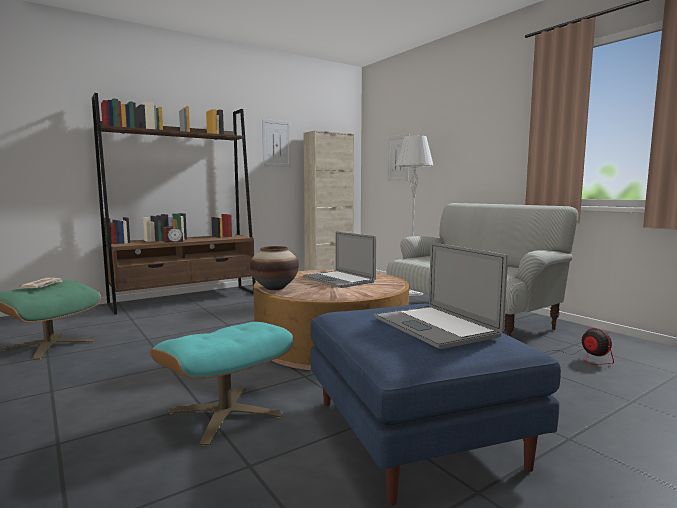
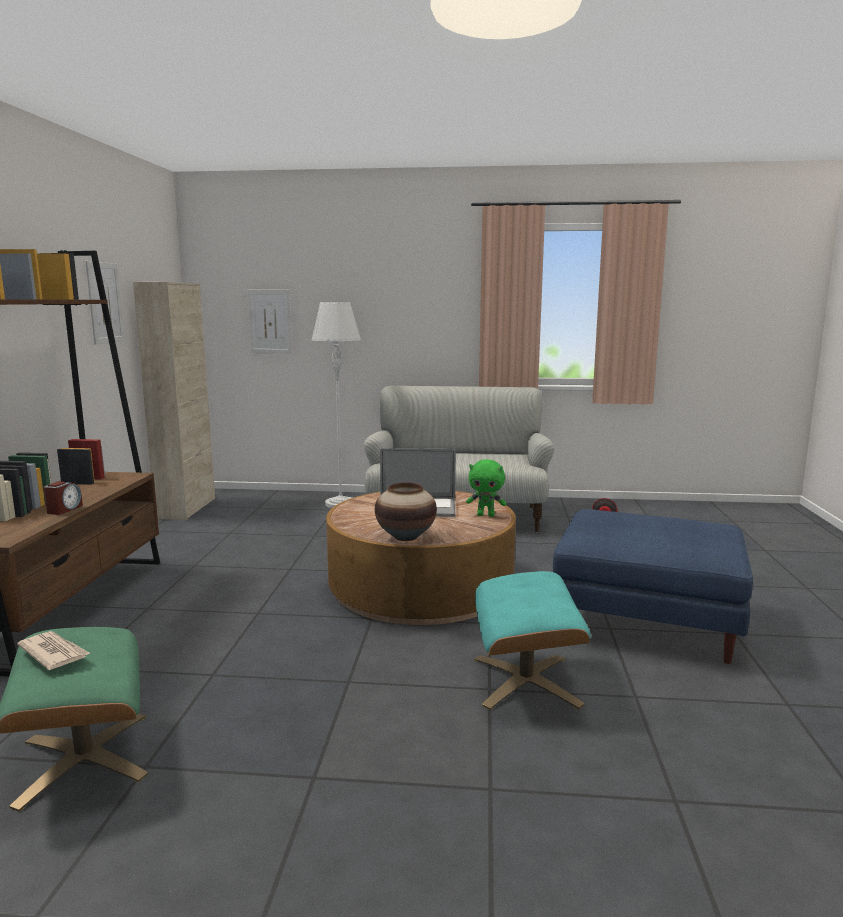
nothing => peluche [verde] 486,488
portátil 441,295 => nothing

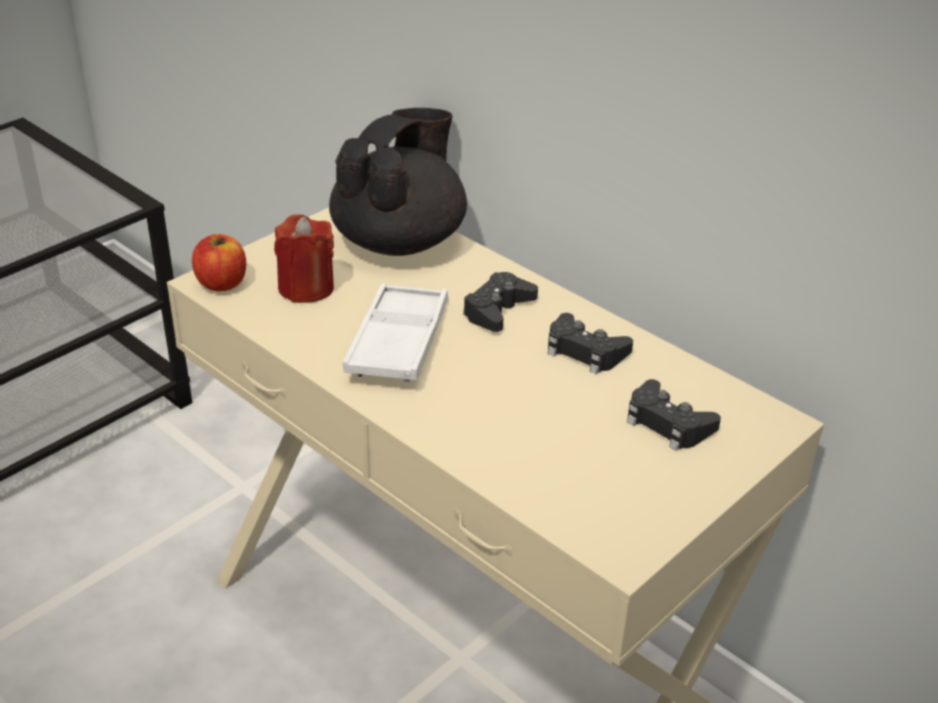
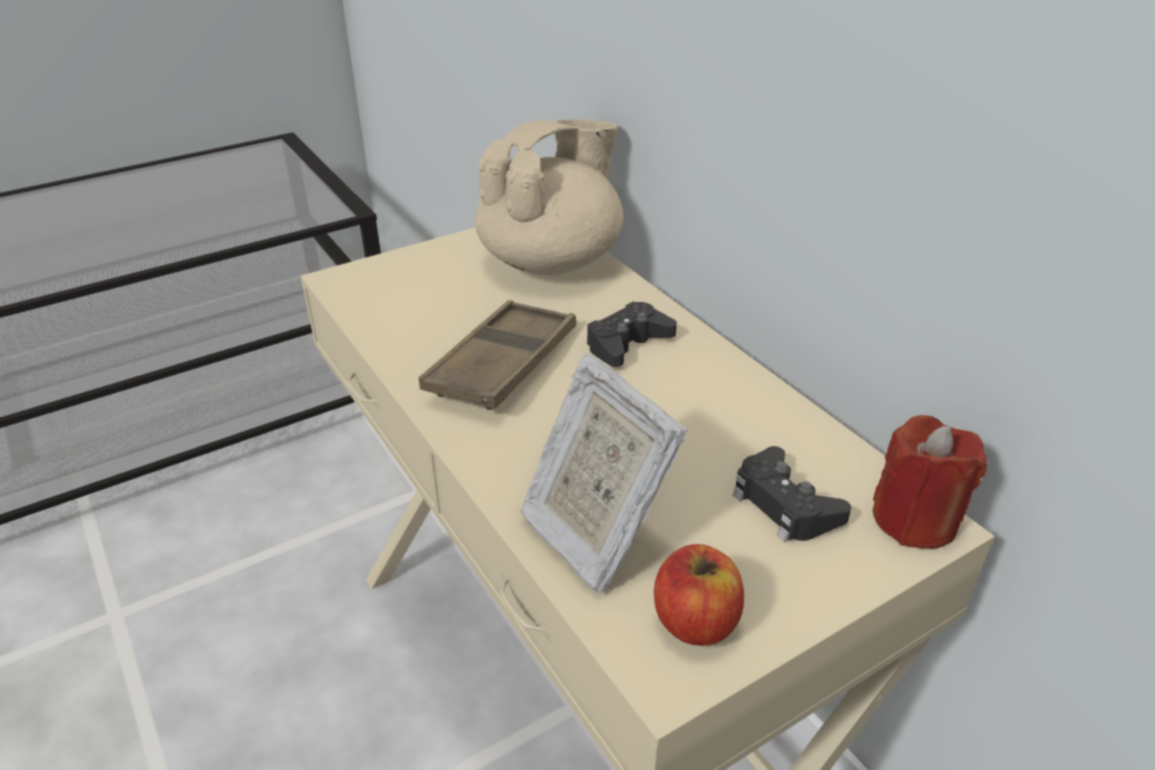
bandeja [blanco] 395,333 => bandeja [marrón] 497,355
tetera [negro] 398,182 => tetera [beis] 549,197
nothing => portarretratos 603,473
manzana 219,263 => manzana 699,595, relocated
vela [rojo] 304,258 => vela [rojo] 930,482, relocated
mando de consola [negro] 590,343 => nothing

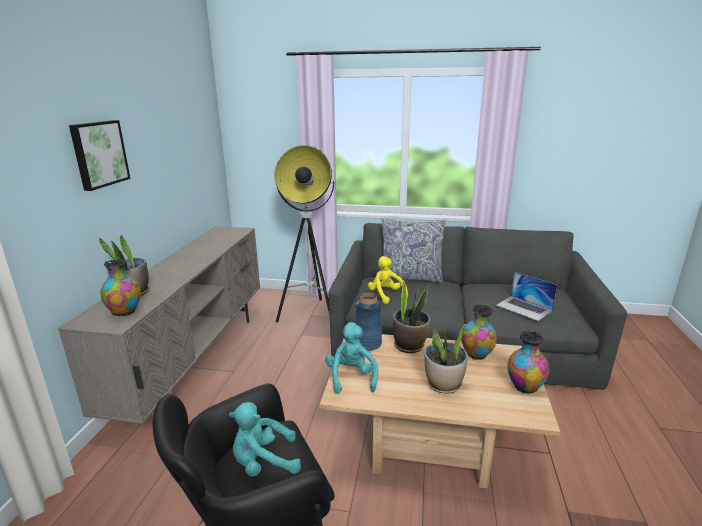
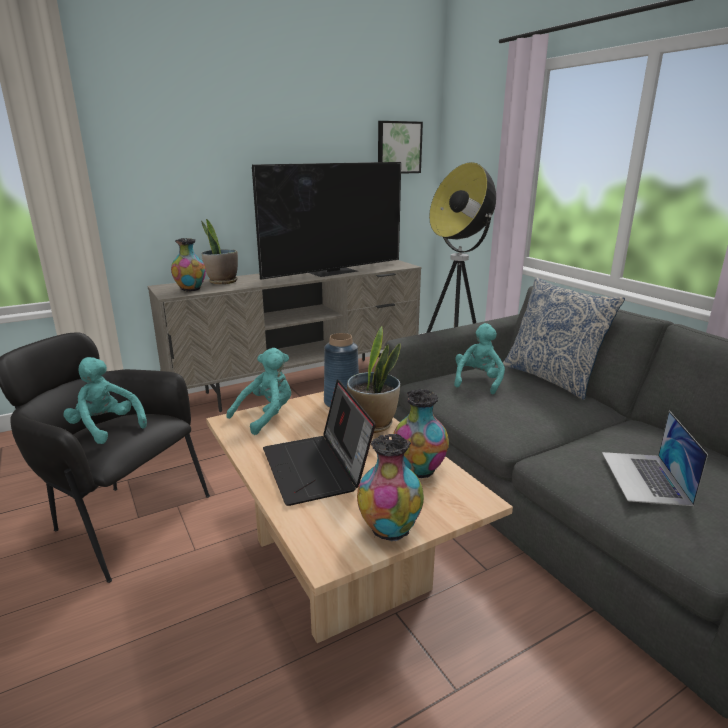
nothing => televisor 326,221
planta en maceta 445,359 => portátil 319,442
cuadro 99,155 => cuadro 400,147, relocated
peluche [amarillo] 388,280 => peluche [turquesa] 479,358

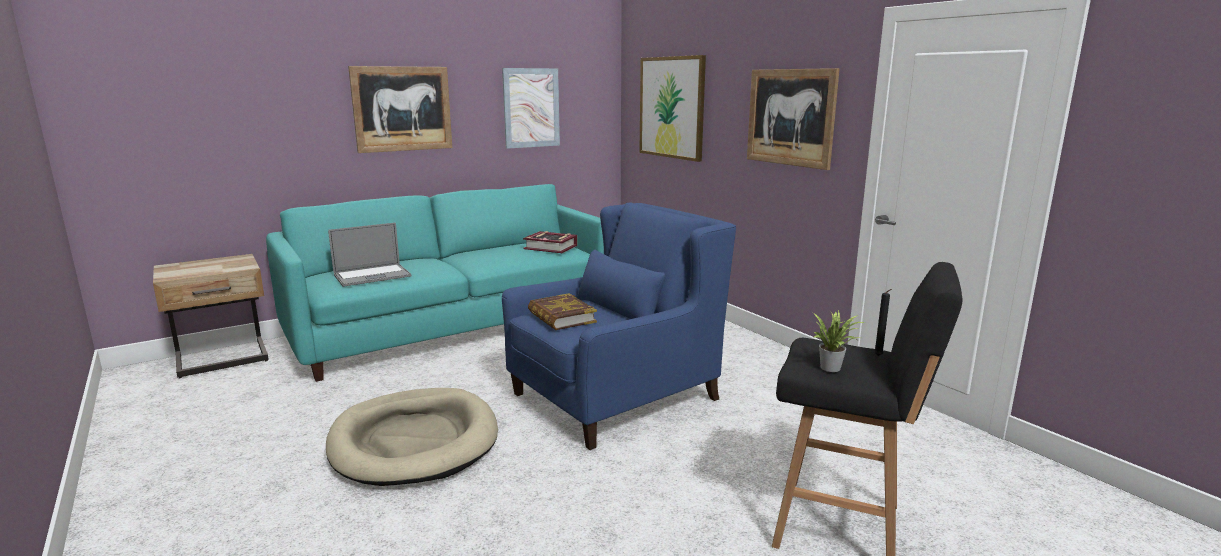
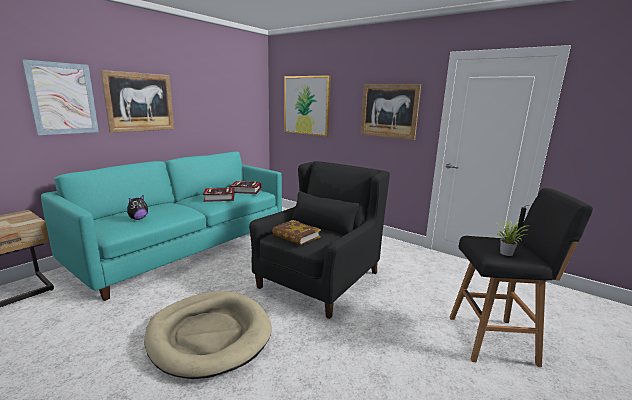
cuadro 531,108 => cuadro 60,97, relocated
portátil 370,255 => peluche 137,207
nothing => libro 219,194
sillón [azul] 619,326 => sillón [negro] 319,240

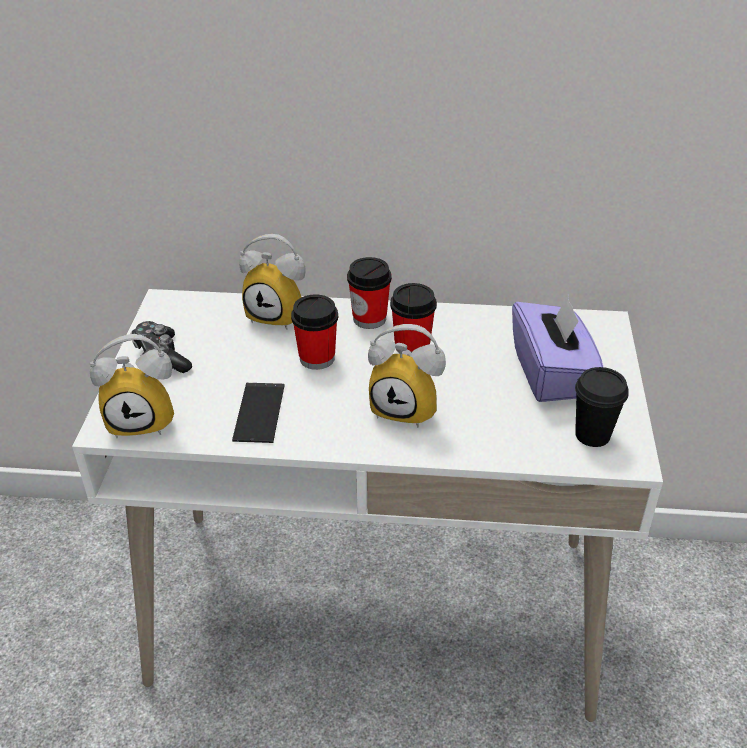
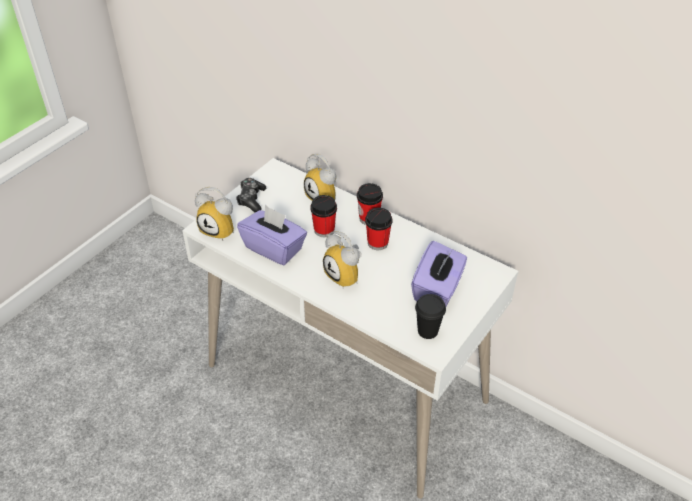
móvil 258,413 => caja de pañuelos [morado] 272,235

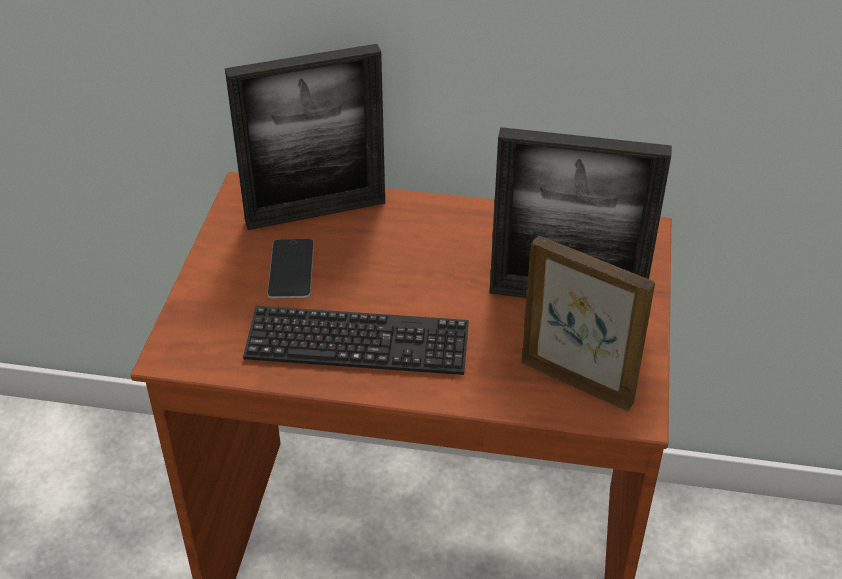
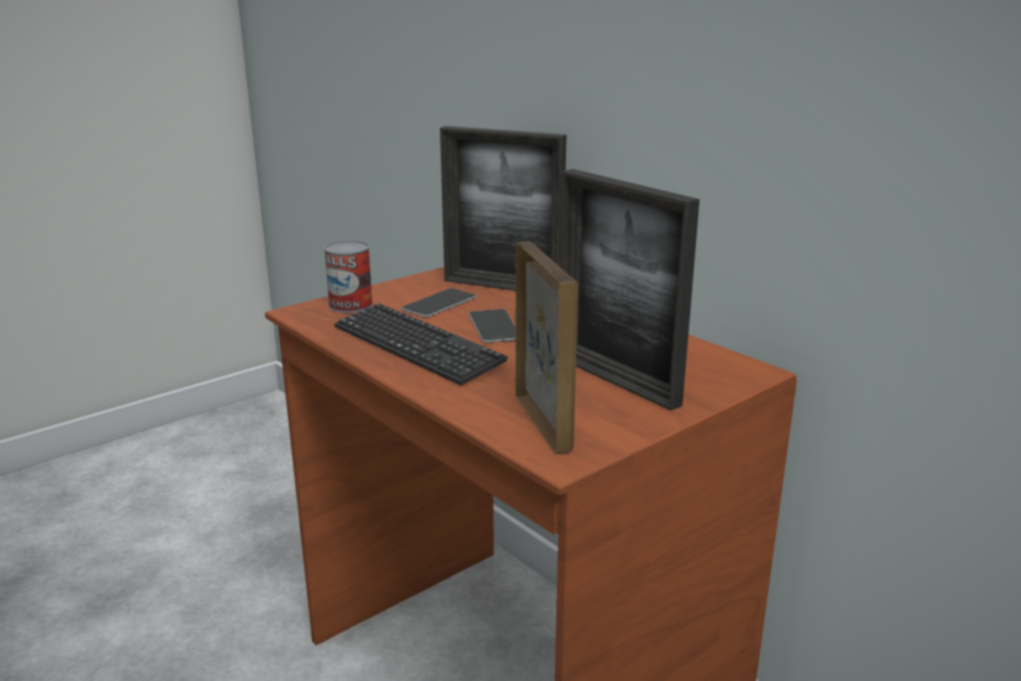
nothing => lata 348,276
nothing => móvil 492,326

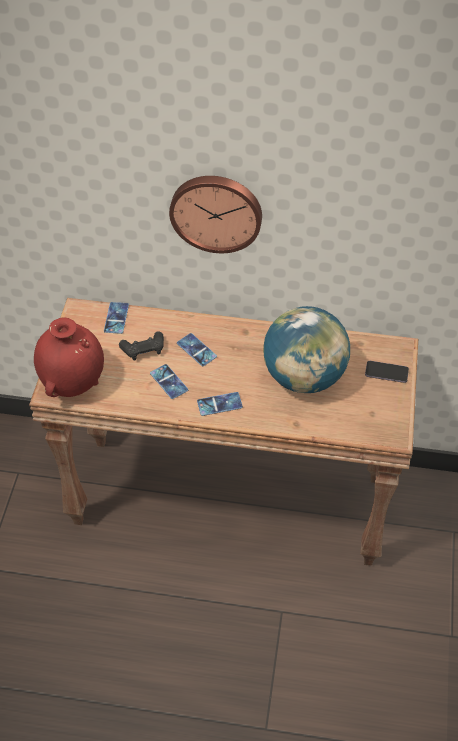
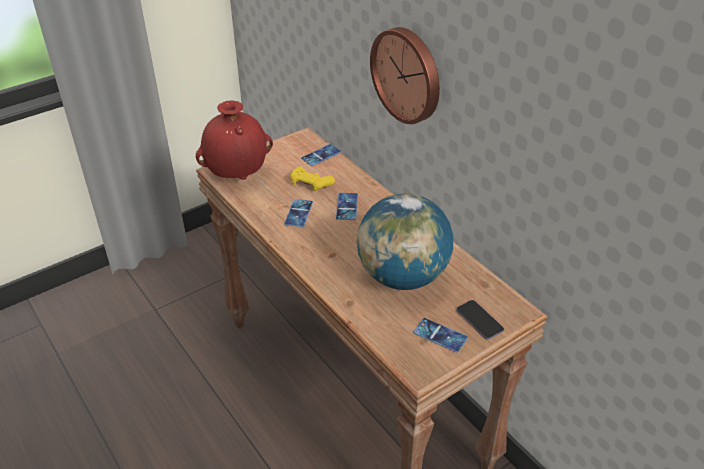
mando de consola [negro] 141,346 => mando de consola [amarillo] 312,179
móvil 220,404 => móvil 440,335, relocated

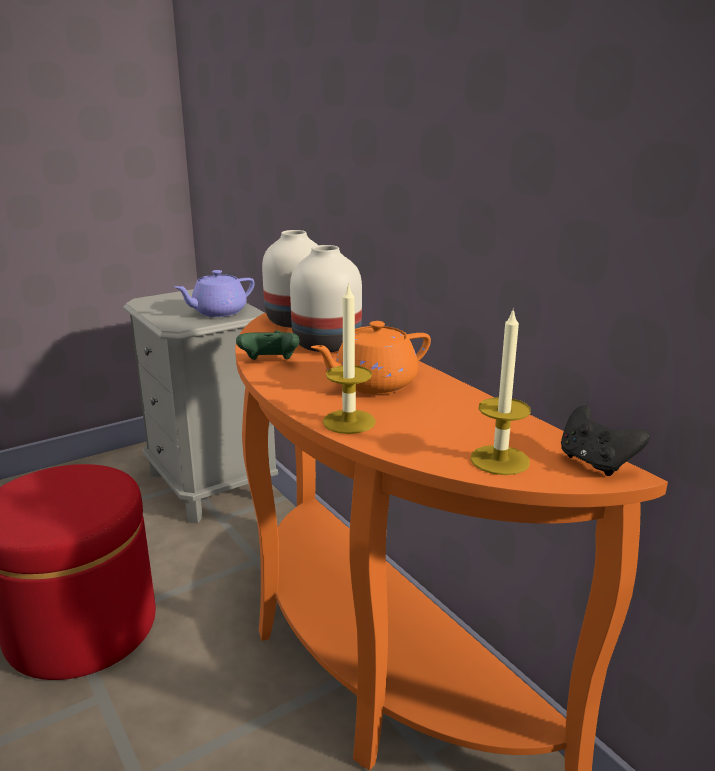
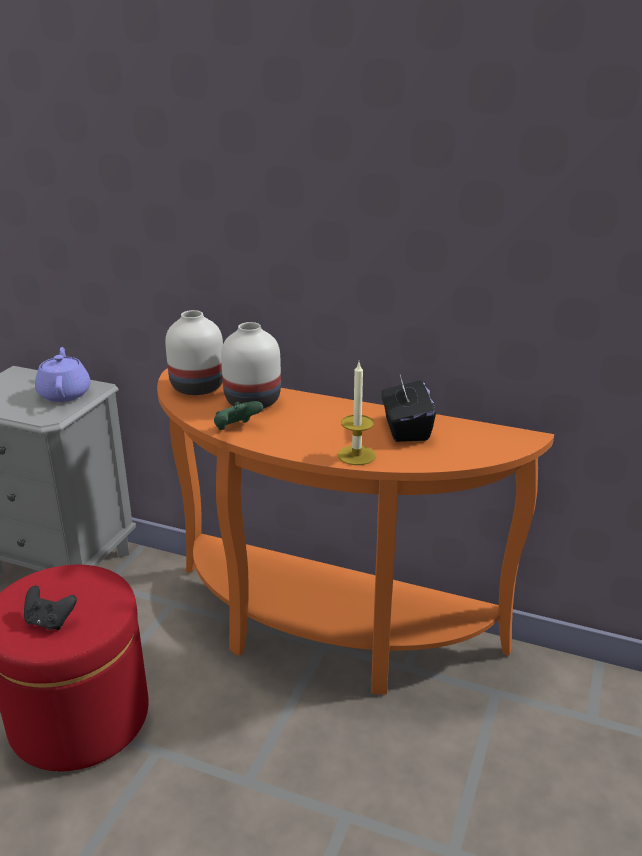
mando de consola [negro] 605,441 => mando de consola [negro] 50,608, relocated
tetera [morado] 214,293 => tetera [morado] 63,374, 150 degrees clockwise
nothing => caja de pañuelos [negro] 408,408
tetera [naranja] 371,357 => nothing
vela 500,391 => nothing

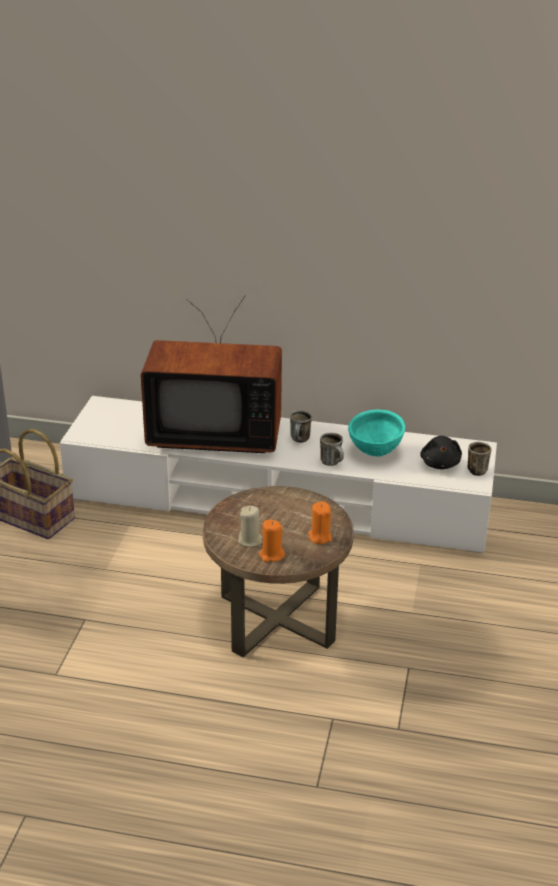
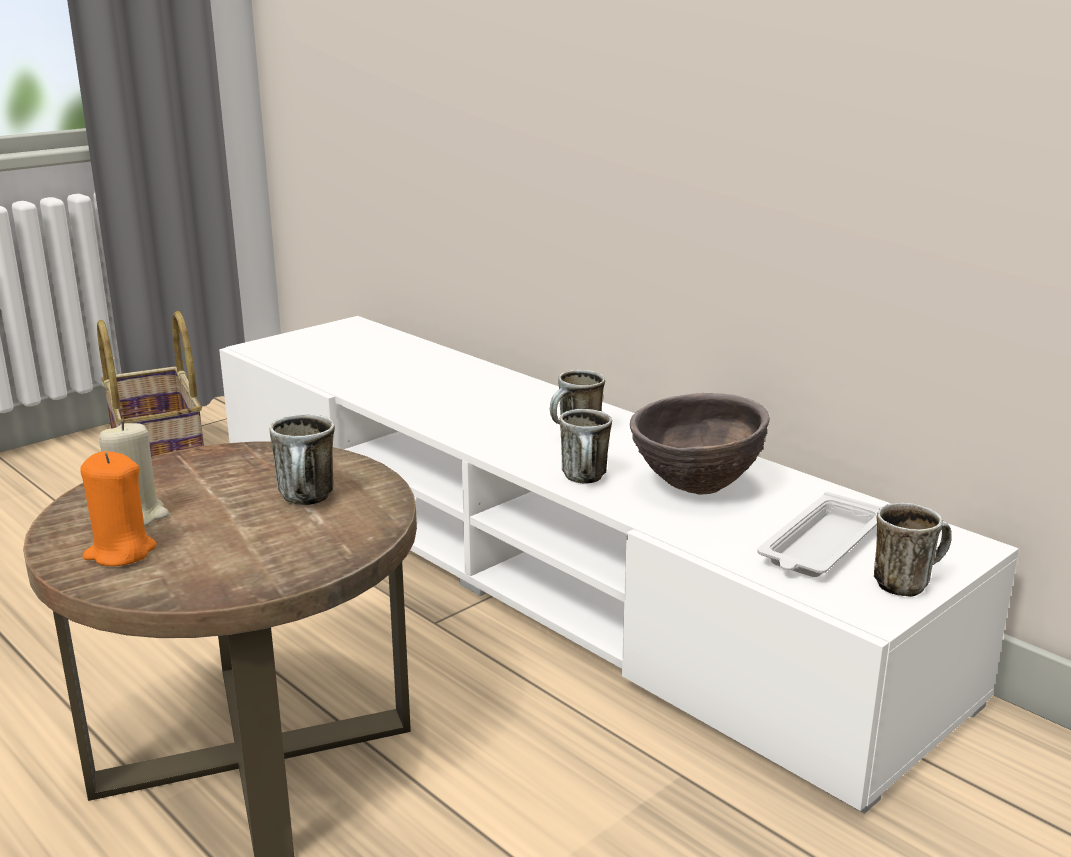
nothing => taza grande 302,459
cuenco [turquesa] 376,433 => cuenco [marrón] 700,444
peluche [negro] 441,452 => bandeja [blanco] 819,534
televisor 211,374 => nothing
vela [naranja] 320,522 => nothing

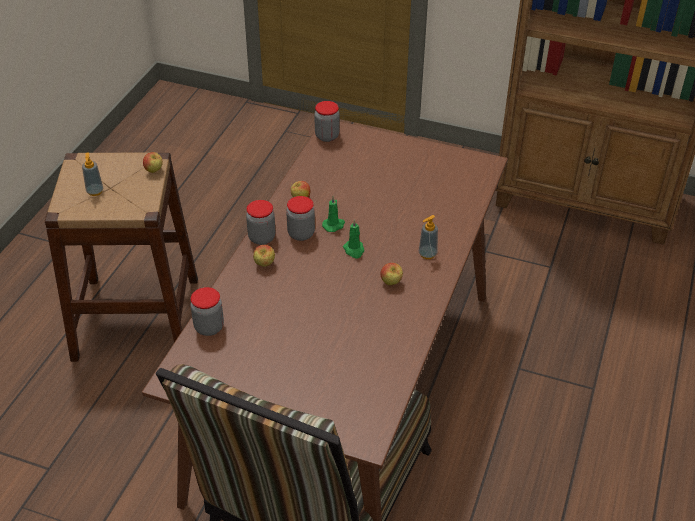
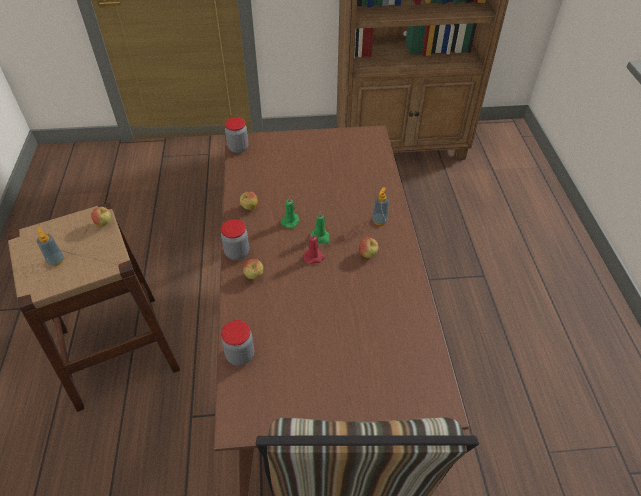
nothing => vela [rojo] 314,248
tarro 300,218 => nothing

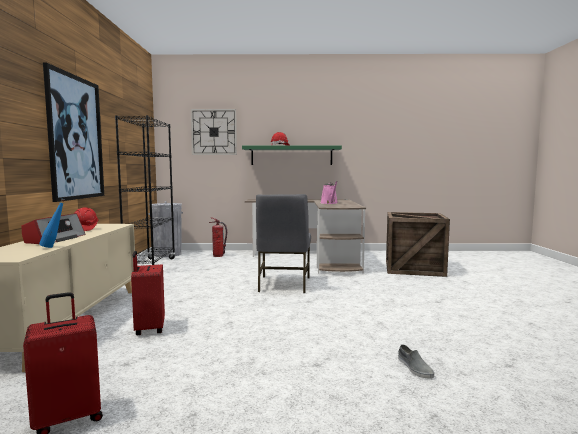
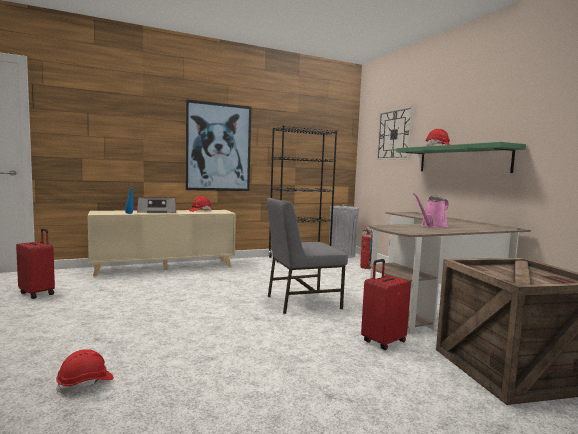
zapato [gris] 416,361 => casco [rojo] 85,371
maleta [rojo] 148,293 => maleta [rojo] 386,304, relocated

